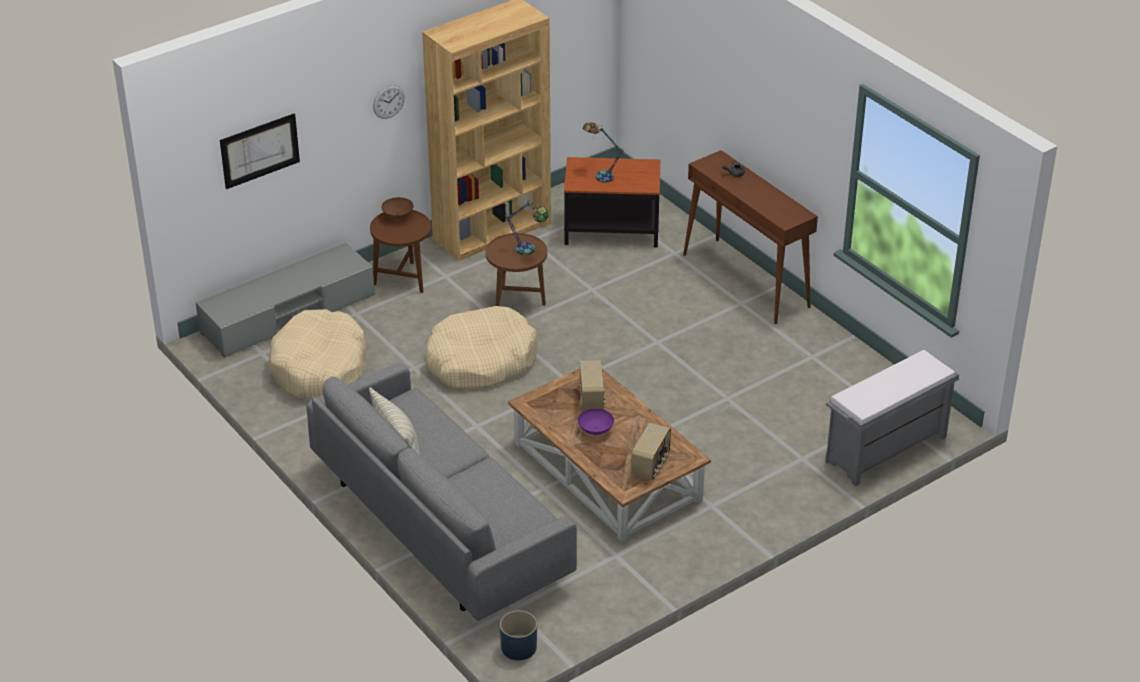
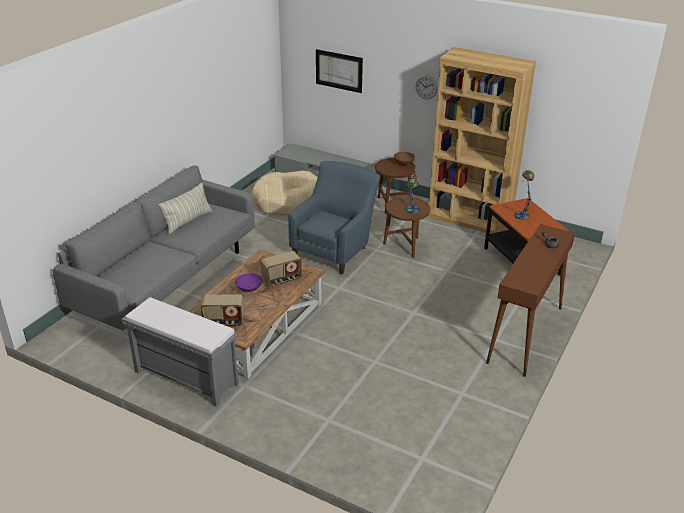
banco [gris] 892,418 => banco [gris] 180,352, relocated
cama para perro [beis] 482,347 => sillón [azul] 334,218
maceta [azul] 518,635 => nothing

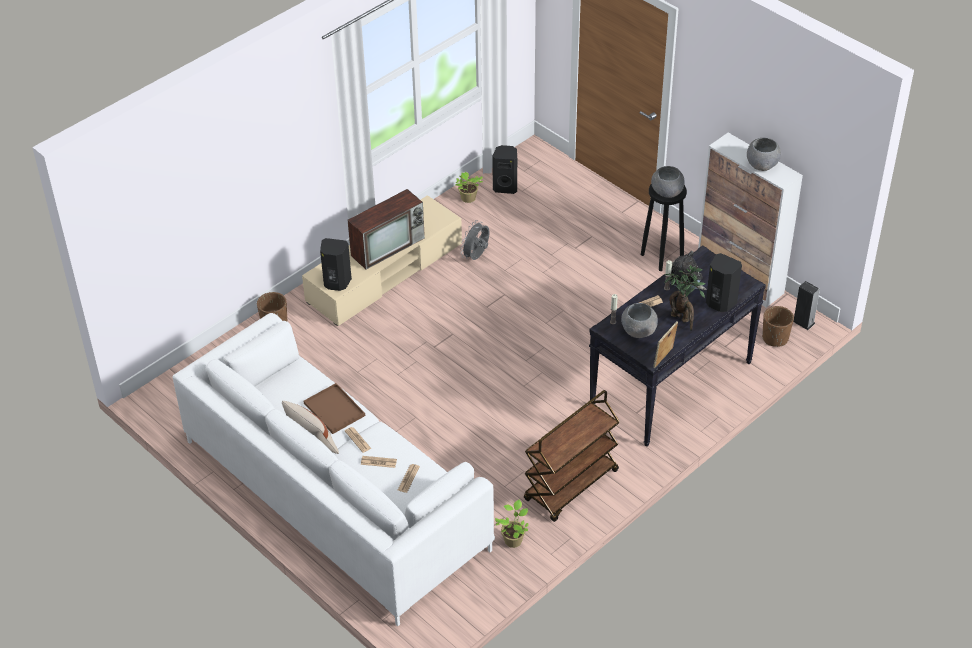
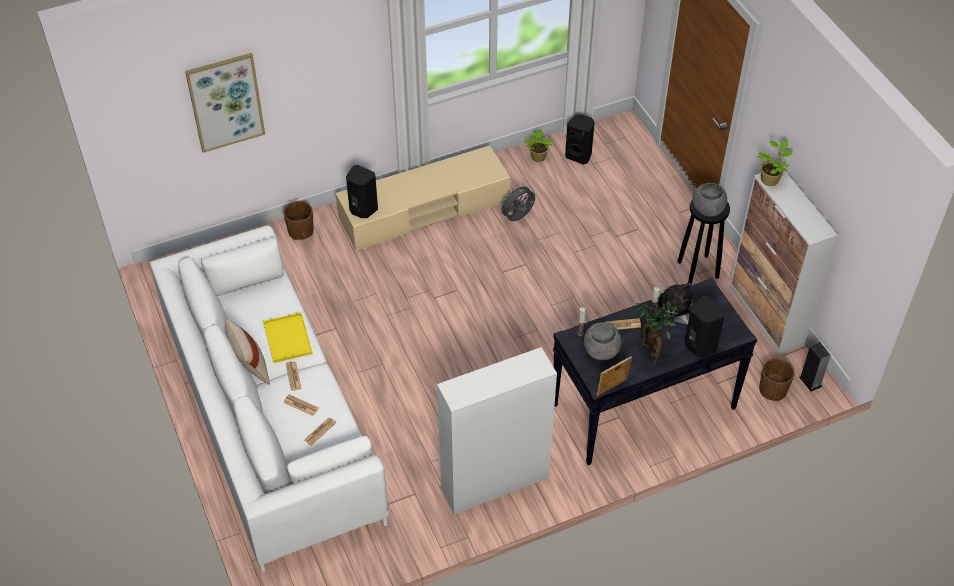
nothing => cuadro 225,103
bandeja [marrón] 334,408 => bandeja [amarillo] 288,337
carrito [marrón] 572,456 => armario 497,430
planta en maceta 511,524 => planta en maceta 775,163, relocated
televisor 386,229 => nothing
cuenco [gris] 764,154 => nothing

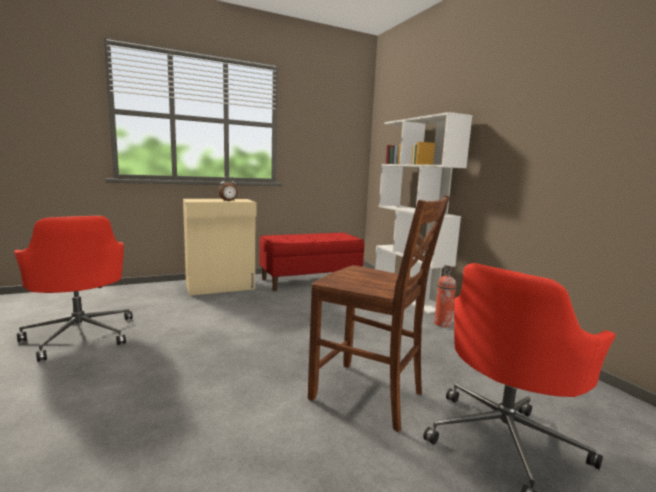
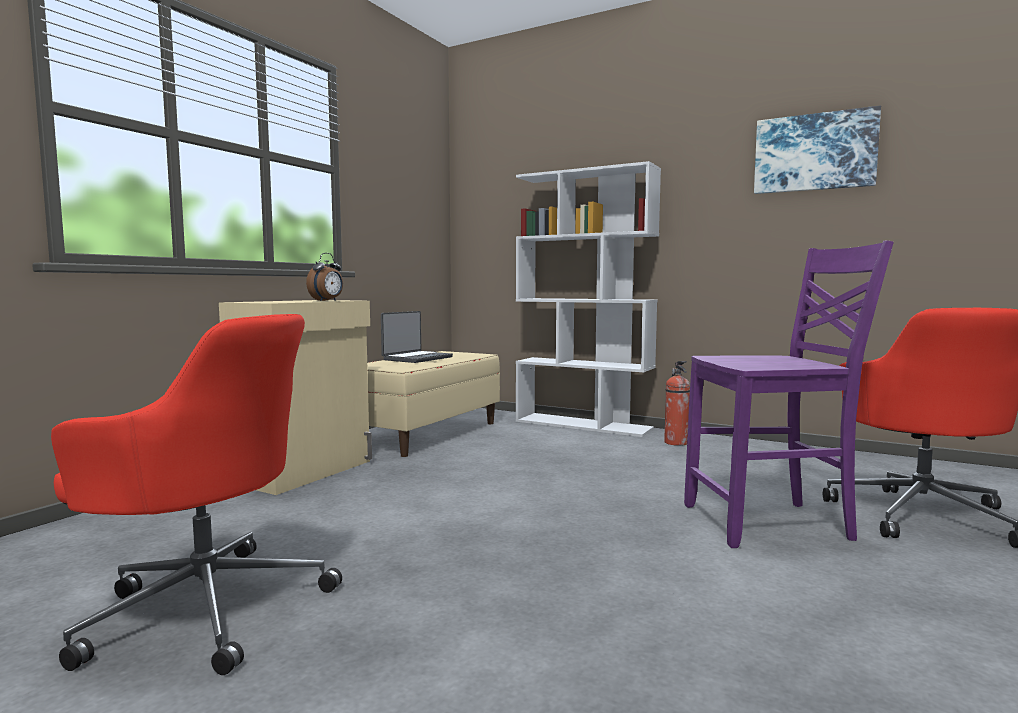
banco [rojo] 311,262 => banco [beis] 433,404
nothing => portátil 417,337
silla [marrón] 378,314 => silla [morado] 789,394
nothing => cuadro 817,149

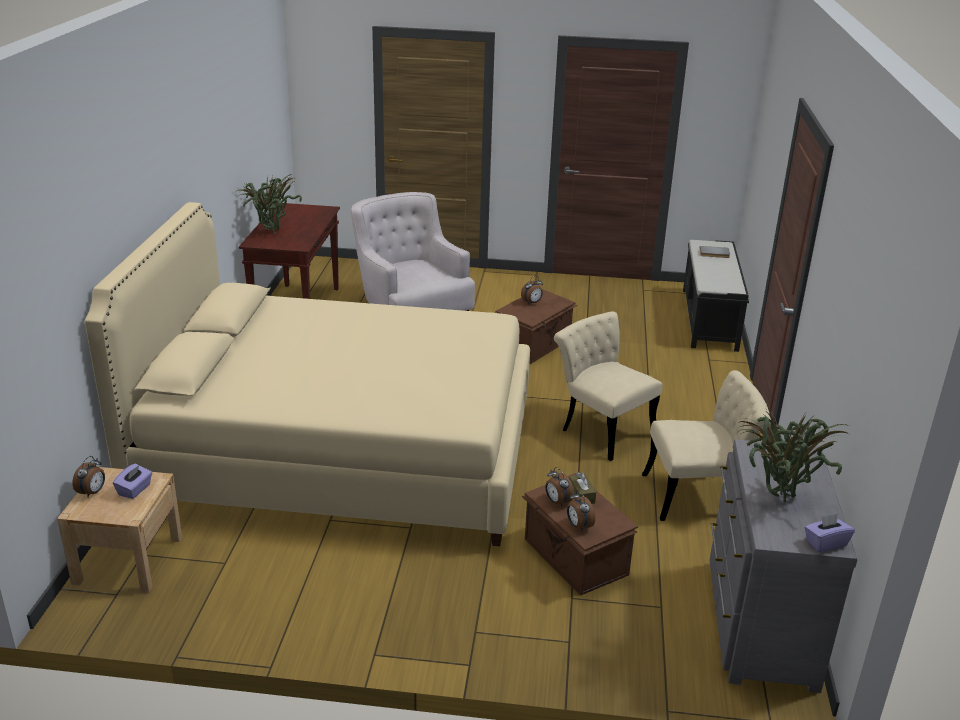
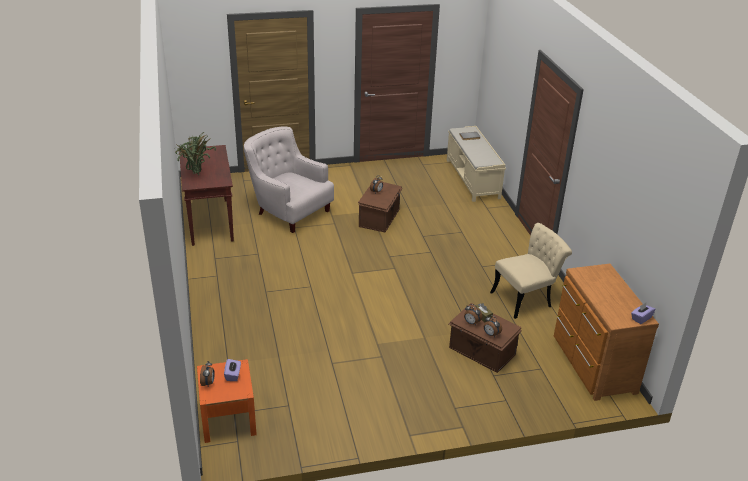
mesita de noche [beis] 119,530 => mesita de noche [naranja] 227,401
banco [negro] 716,296 => banco [beis] 476,164
cómoda [gris] 783,566 => cómoda [marrón] 606,332
cama [beis] 307,374 => nothing
silla [beis] 608,386 => nothing
planta en maceta 793,456 => nothing

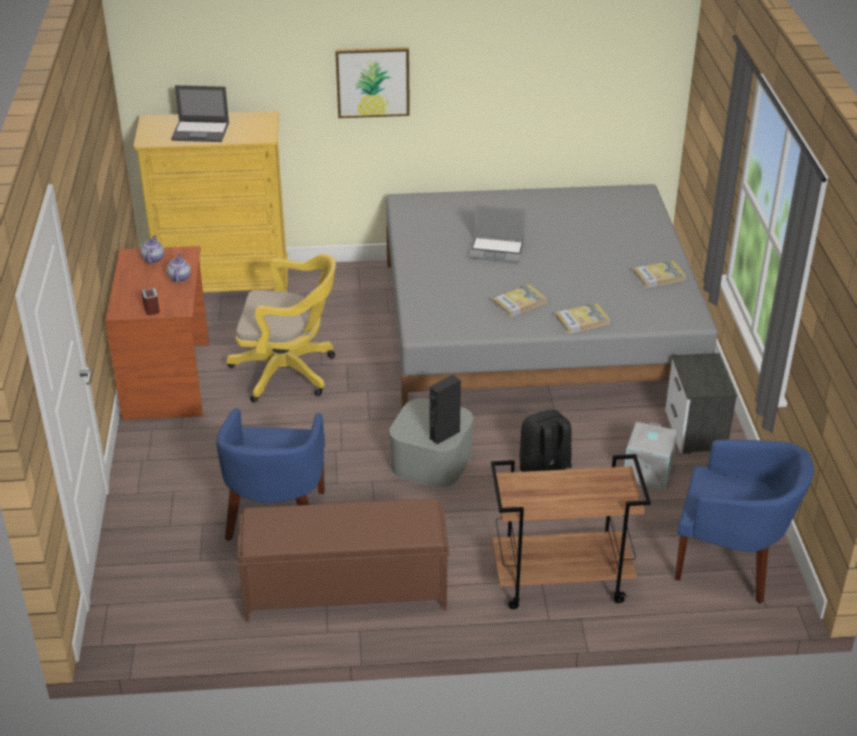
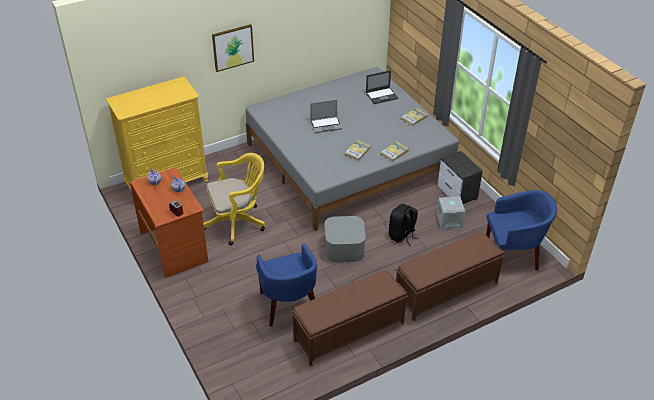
portátil 200,113 => portátil 382,87, relocated
carrito [marrón] 571,531 => banco [marrón] 450,276
altavoz [negro] 445,410 => nothing

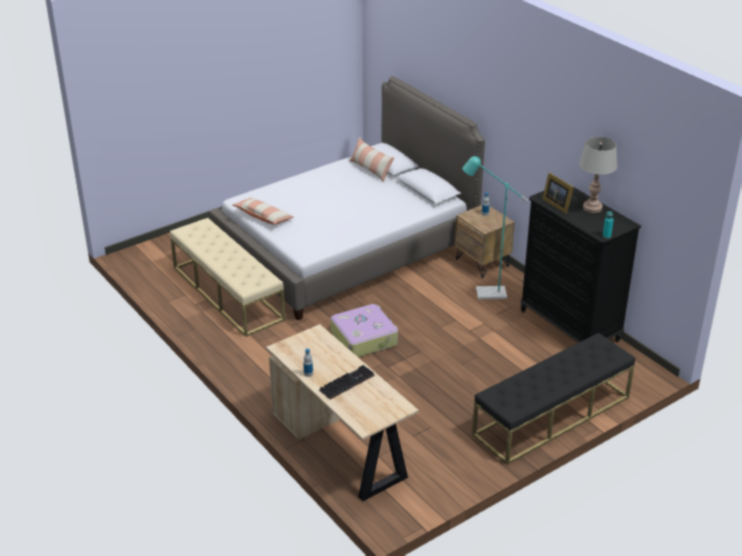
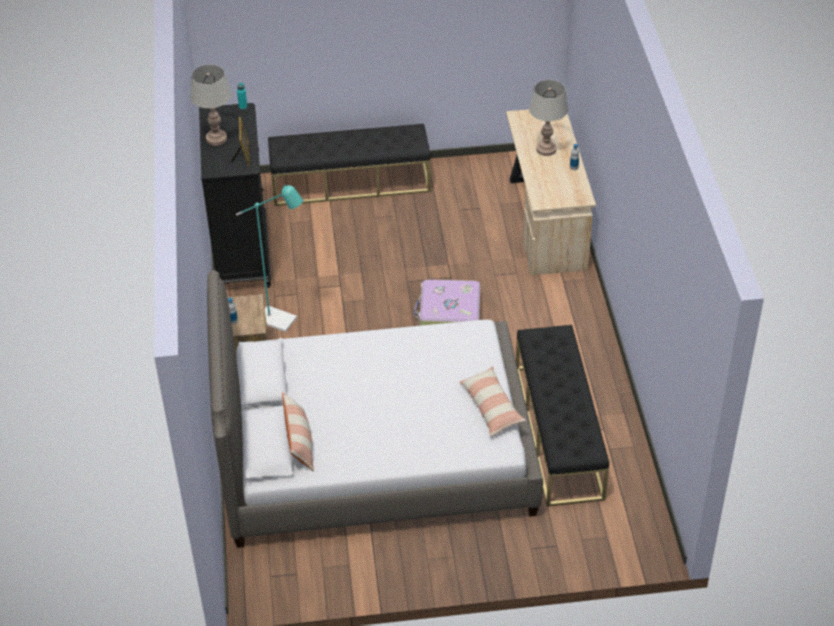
banco [beis] 227,277 => banco [negro] 562,416
teclado 347,382 => lámpara de mesa [gris] 548,118

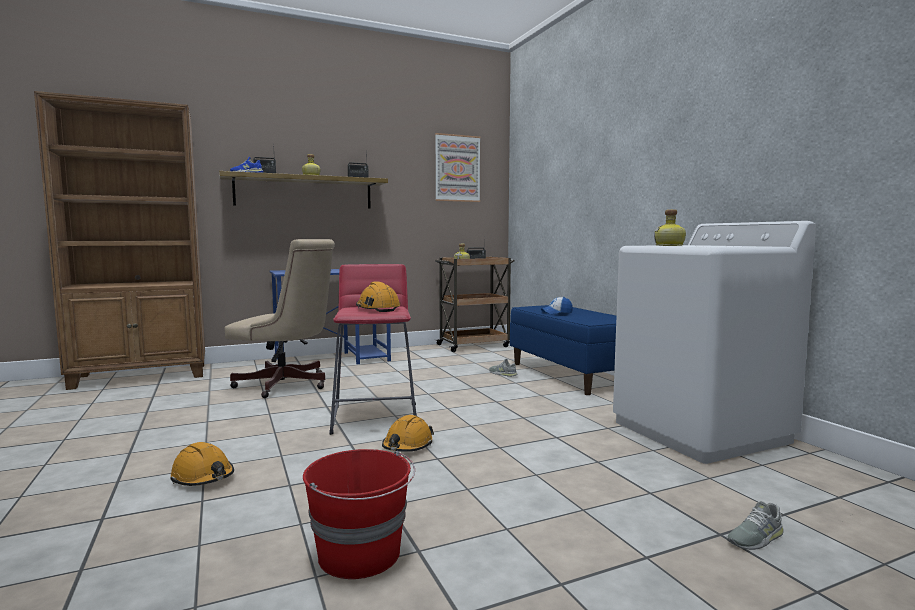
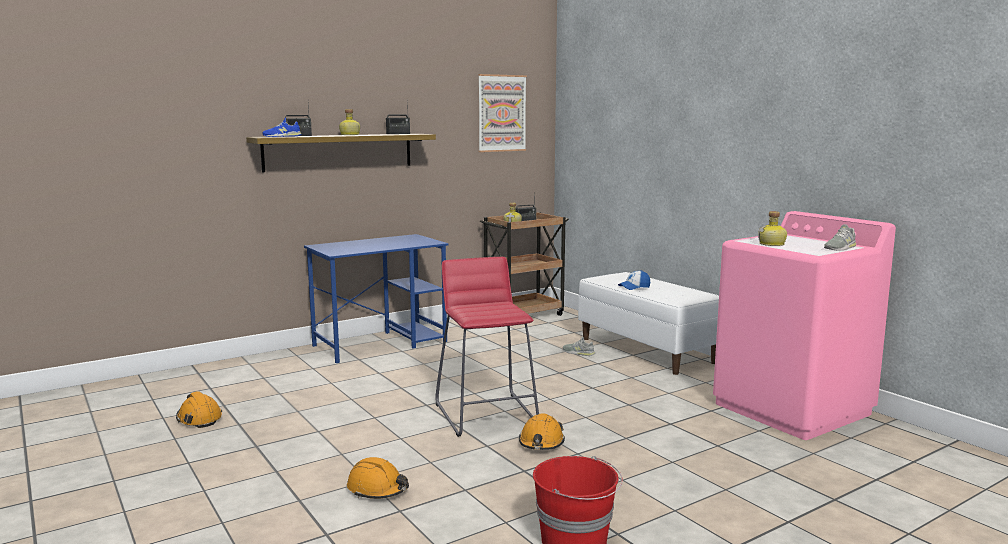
casco [naranja] 378,296 => casco [naranja] 199,409, relocated
banco [azul] 563,350 => banco [blanco] 648,323
lavadora [blanco] 714,342 => lavadora [rosa] 804,325
zapato [gris] 755,525 => zapato [gris] 840,237, relocated
estantería [marrón] 119,240 => nothing
silla de oficina [beis] 279,318 => nothing

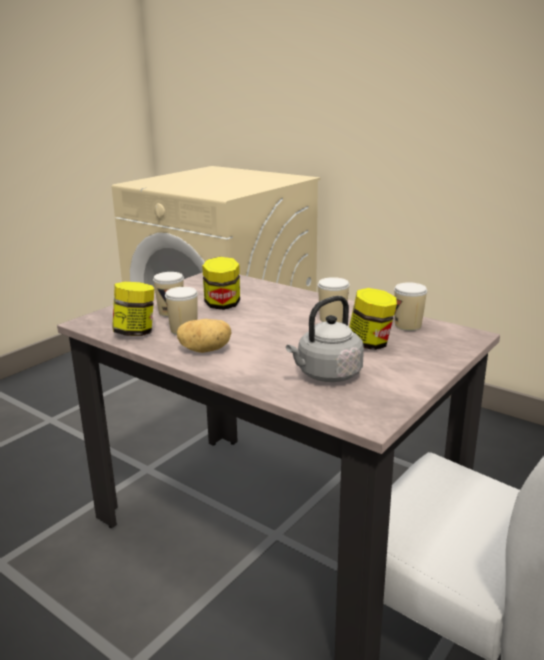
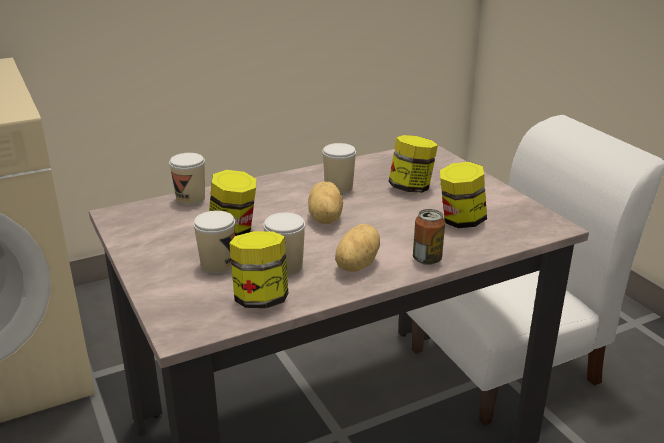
taza 410,306 => taza 187,179, relocated
nothing => patata 325,203
nothing => lata 429,237
hervidor [gris] 325,339 => tarro 463,195

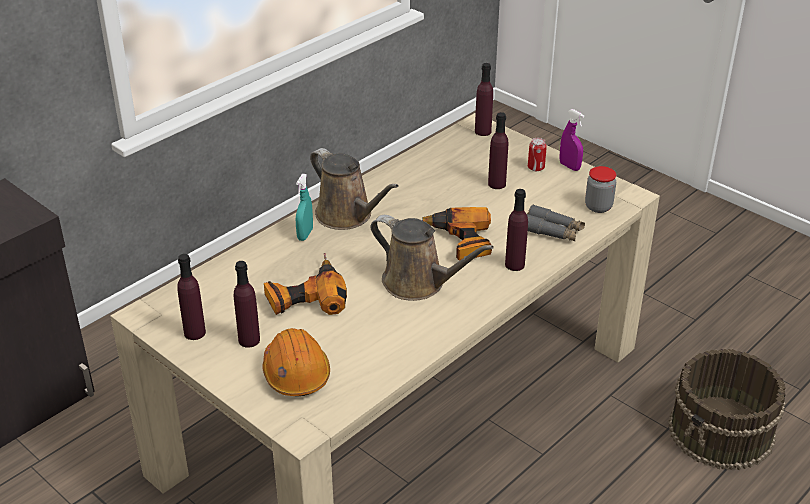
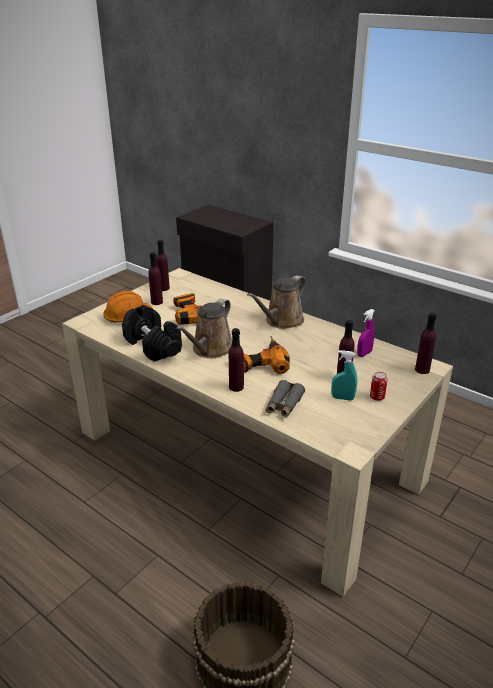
nothing => mancuerna [negro] 152,333
pulverizador [turquesa] 304,207 => pulverizador [turquesa] 344,375, relocated
pulverizador [morado] 571,140 => pulverizador [morado] 366,333, relocated
tarro 600,189 => nothing

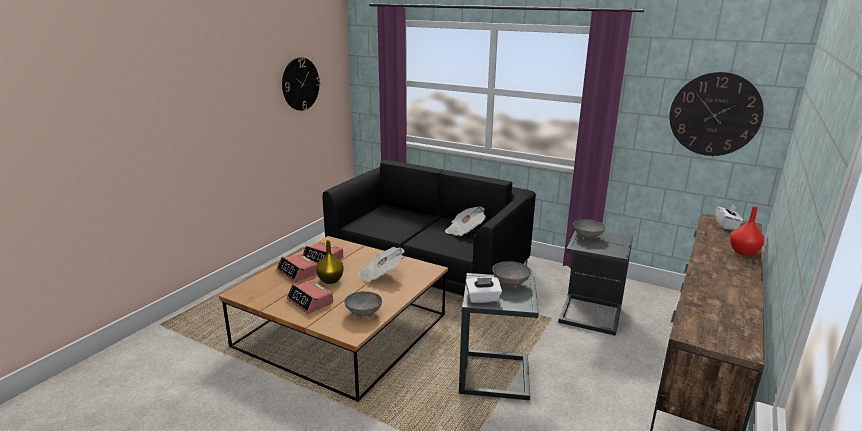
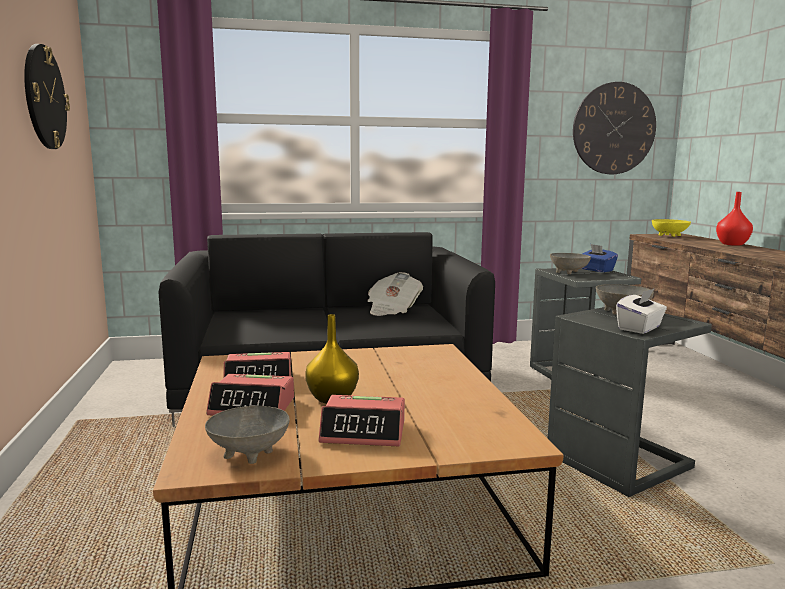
cuenco [gris] 363,305 => cuenco [gris] 247,435, relocated
nothing => caja de pañuelos [azul] 600,258
caja de pañuelos [blanco] 729,217 => cuenco [amarillo] 671,228
periódico 381,265 => nothing

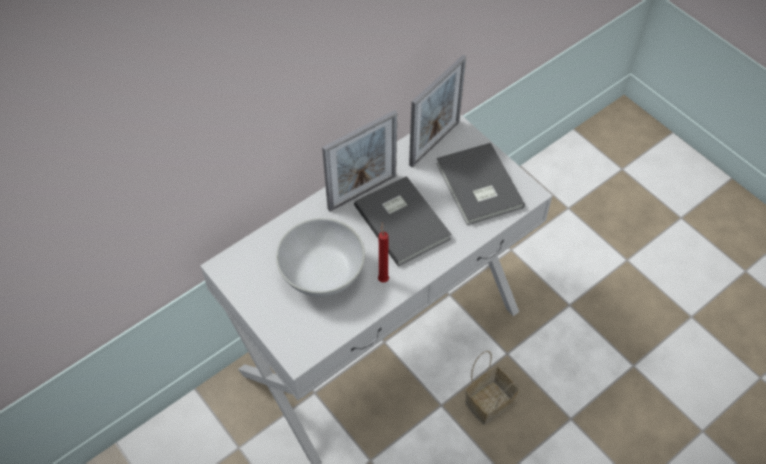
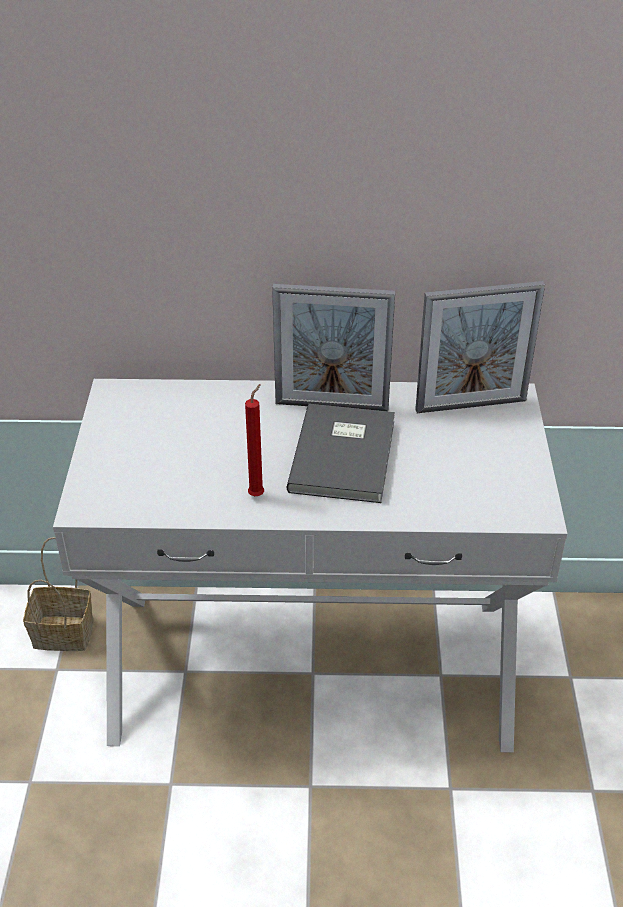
cesta 492,388 => cesta 58,594, relocated
cuenco [blanco] 320,257 => nothing
libro [gris] 480,184 => nothing

